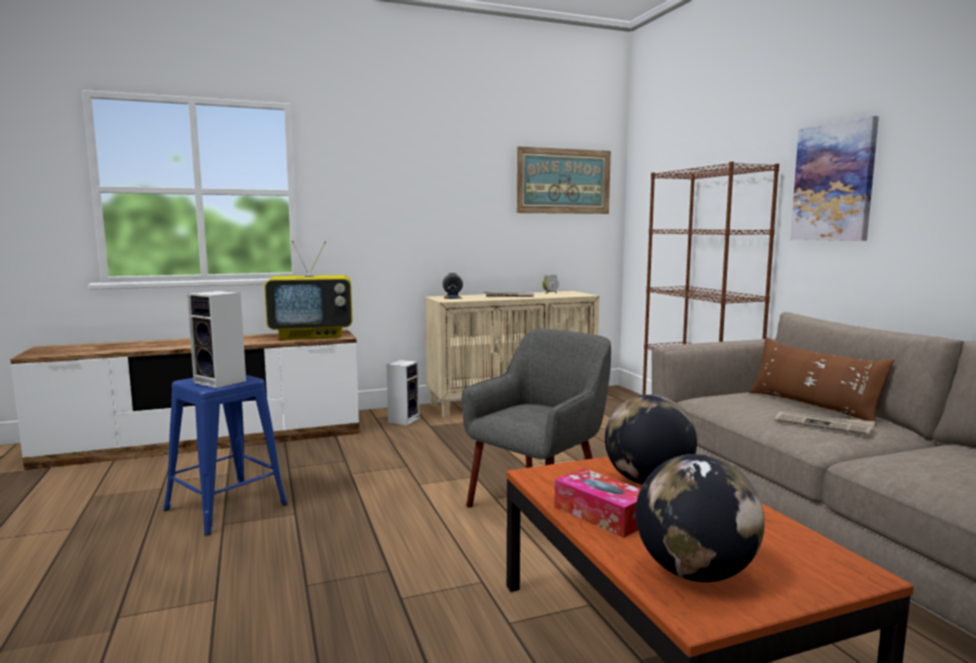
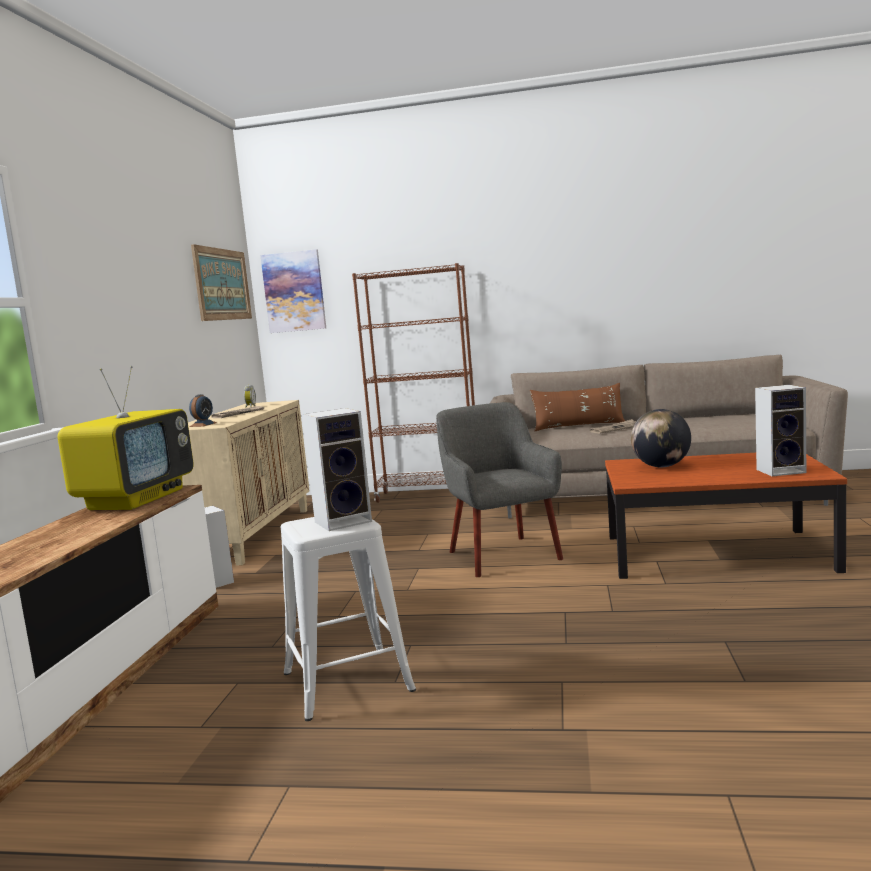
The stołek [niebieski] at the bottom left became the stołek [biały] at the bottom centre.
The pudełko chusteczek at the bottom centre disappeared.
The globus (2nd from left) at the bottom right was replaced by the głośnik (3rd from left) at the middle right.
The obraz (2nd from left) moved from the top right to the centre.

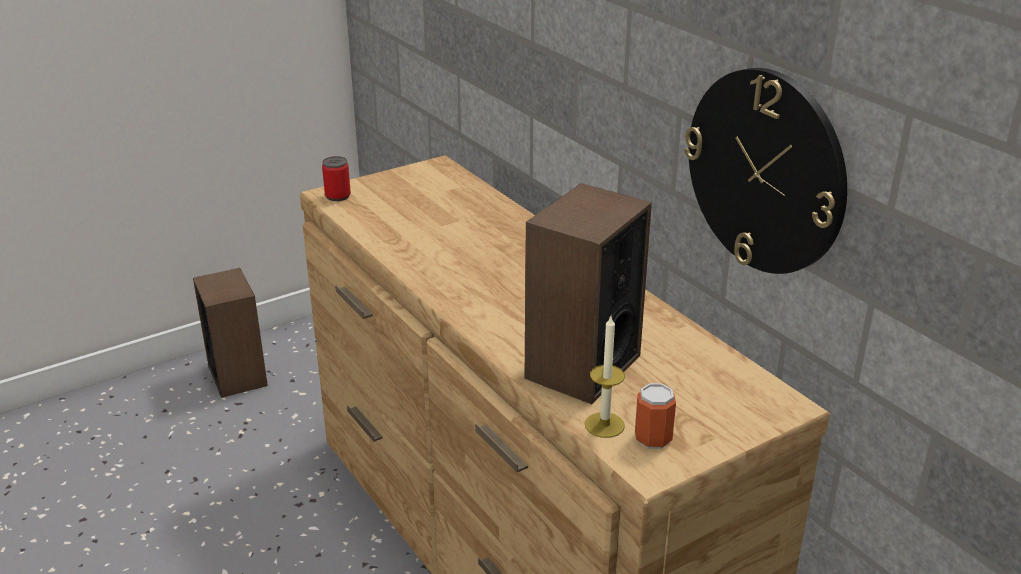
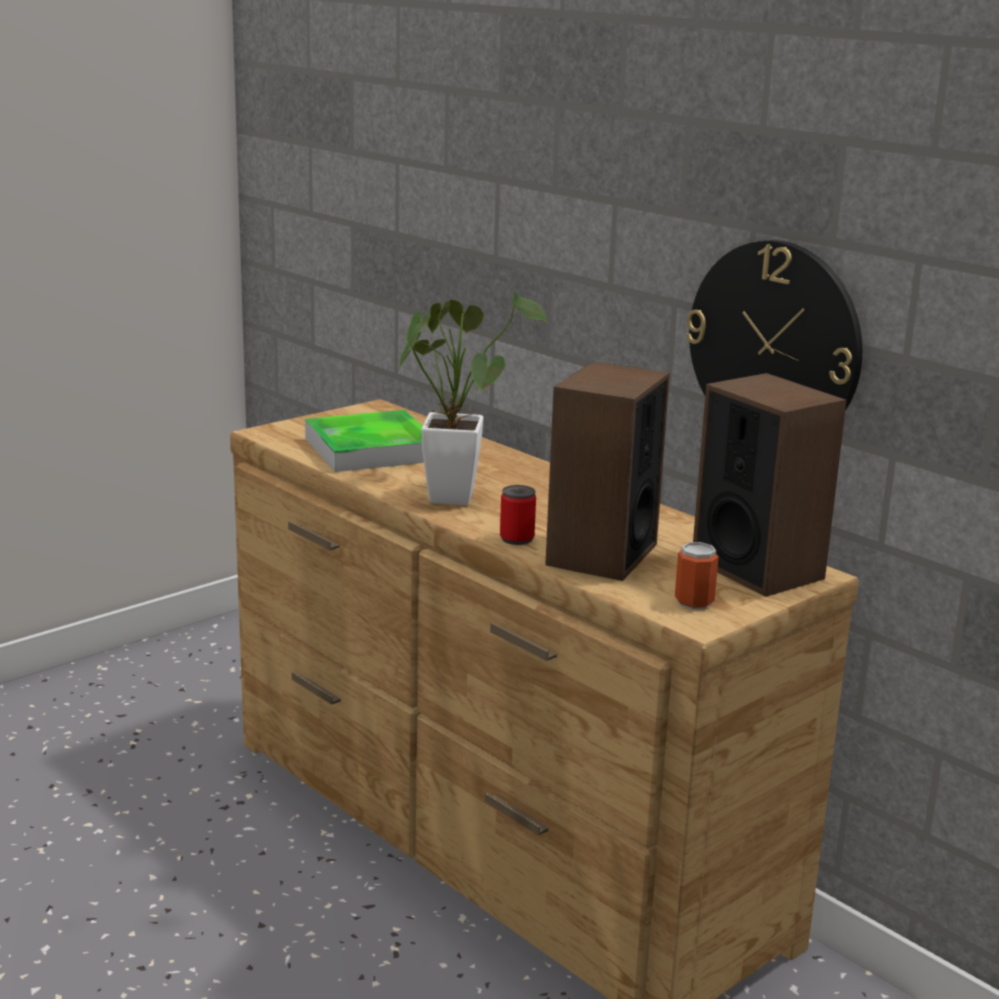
The głośnik (1st from left in the first image) moved from the middle left to the middle right.
The puszka (1st from left) moved from the top left to the centre.
The świeca at the centre disappeared.
The taca at the centre appeared.
The roślina doniczkowa at the centre appeared.

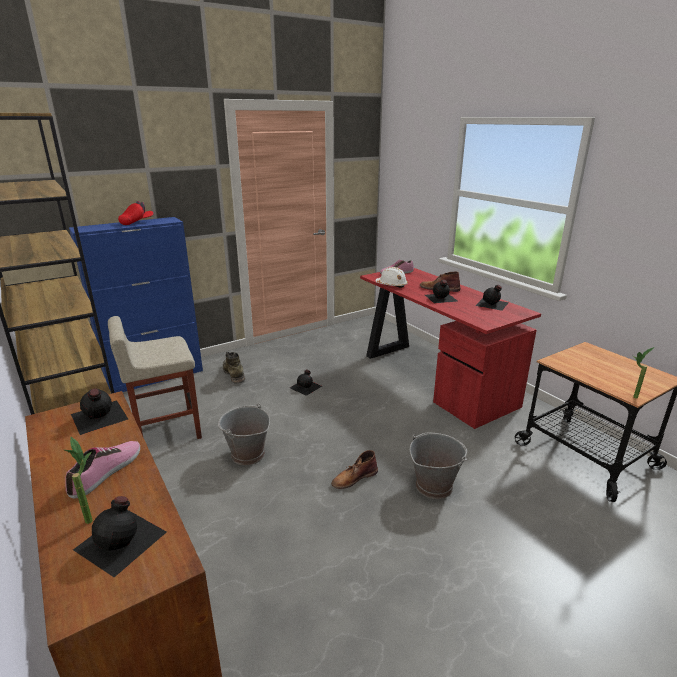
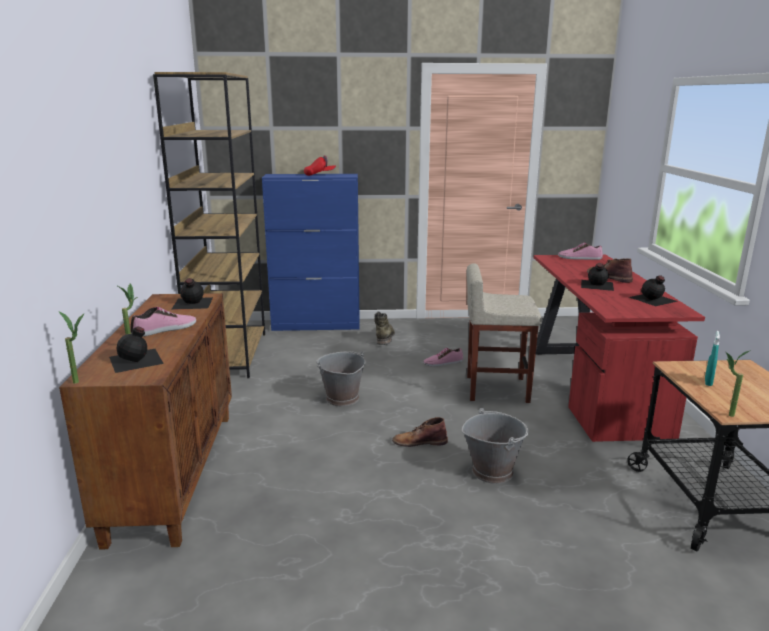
The stołek [beżowy] moved from the middle left to the centre.
The butelka [czarny] (3rd from left) at the centre was replaced by the but (2nd from left) at the centre.
The kask [biały] at the centre disappeared.
The roślina doniczkowa (1st from left) at the middle left appeared.
The spryskiwacz [turkusowy] at the middle right appeared.

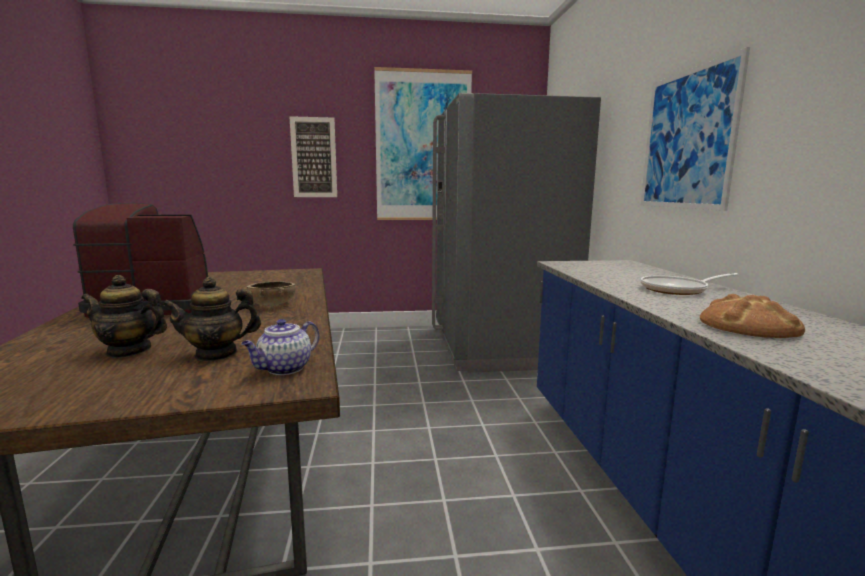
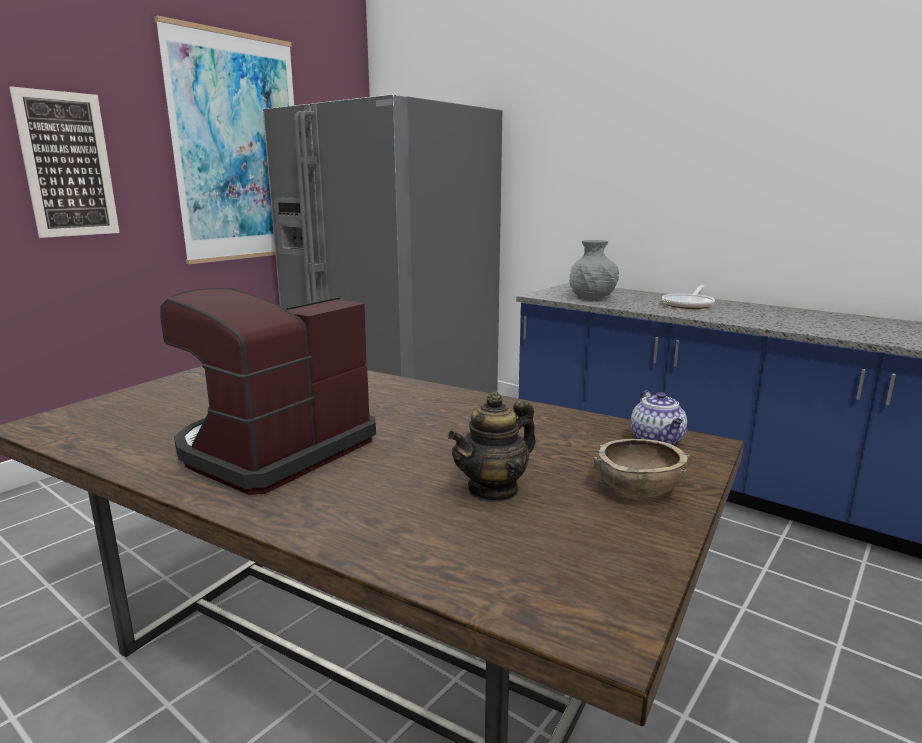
The imbryk (2nd from left) at the middle left disappeared.
The miska [brązowy] moved from the middle left to the middle right.
The obraz (3rd from left) at the top right disappeared.
The chleb at the middle right disappeared.
The wazon [szary] at the centre appeared.

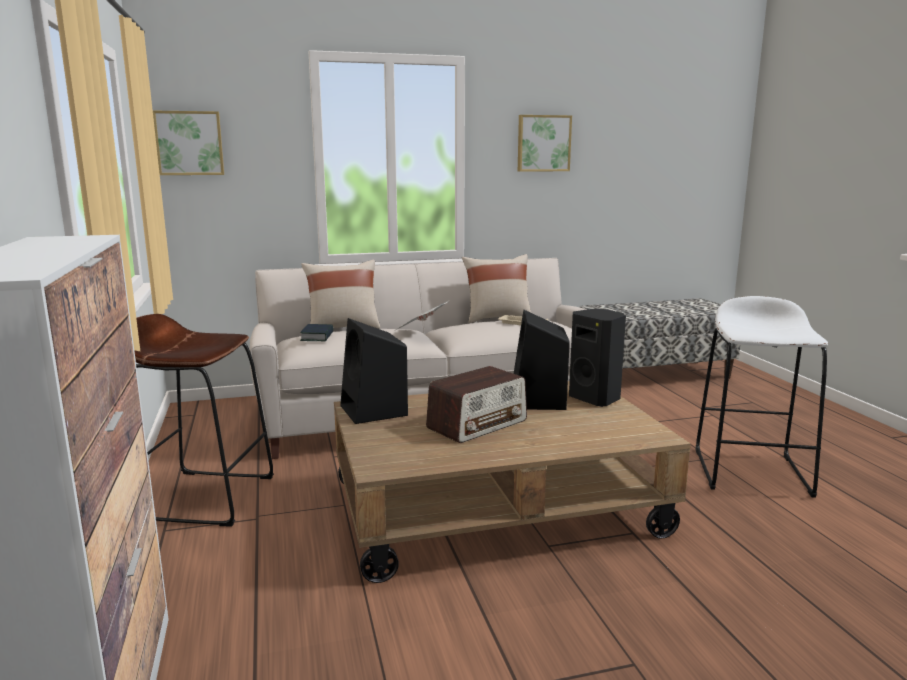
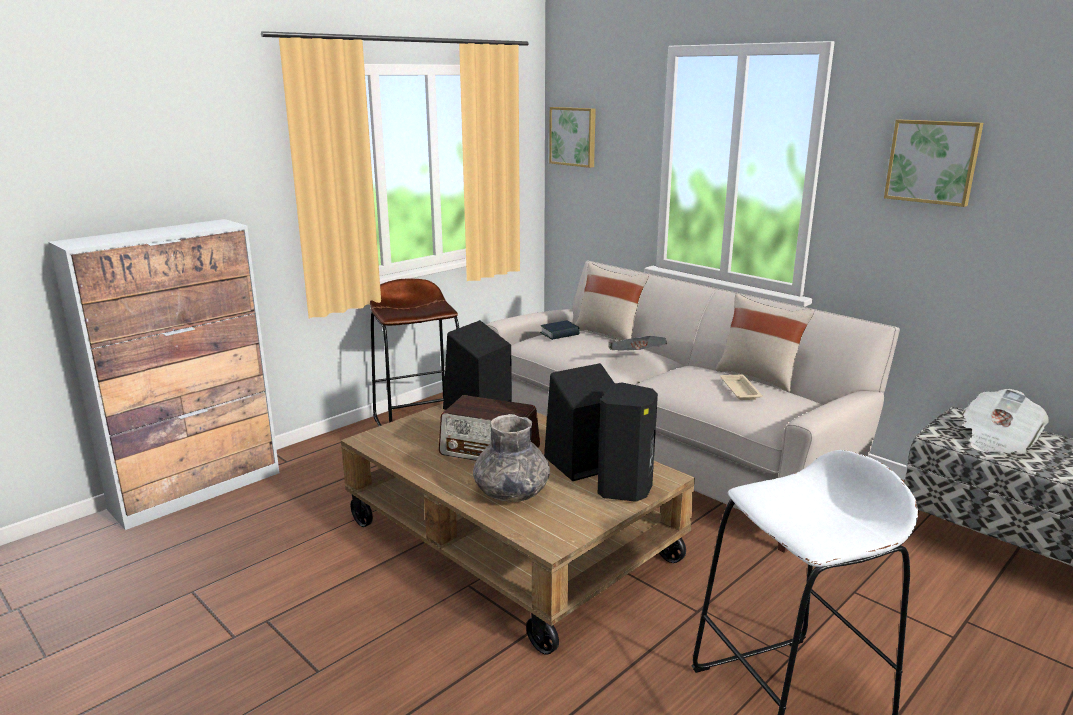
The wazon [szary] at the centre appeared.
The gazeta (2nd from left) at the middle right appeared.

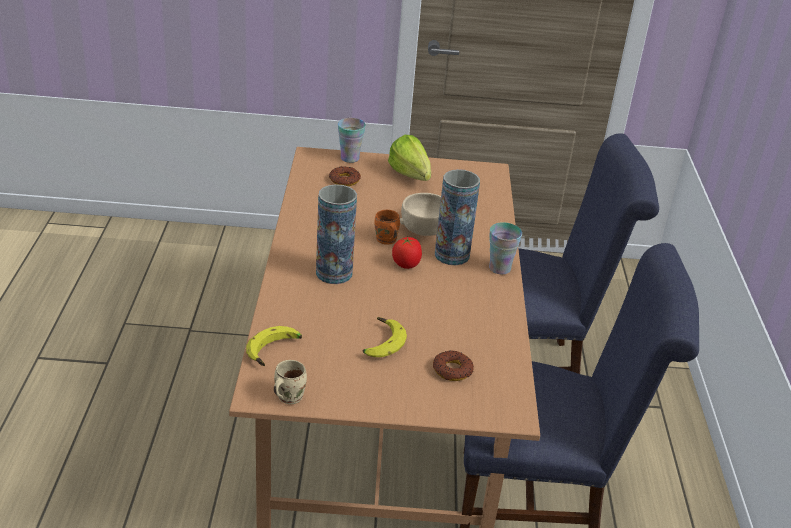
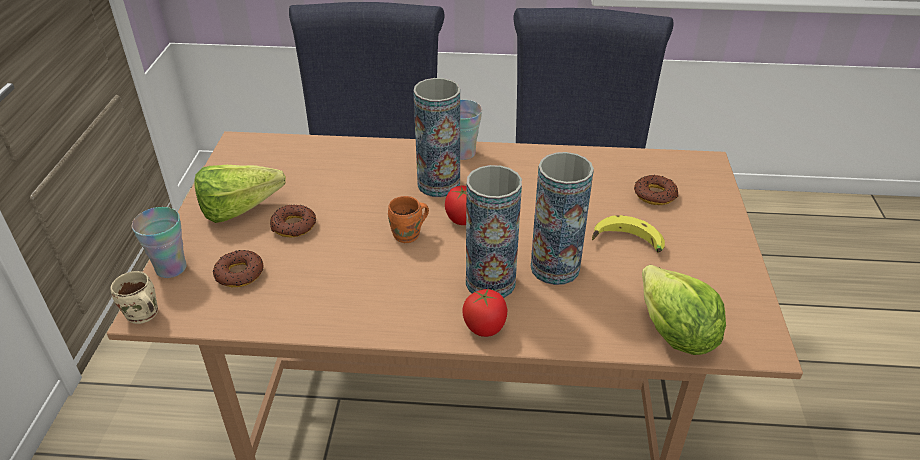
The banan (1st from left) at the centre was replaced by the sałata (2nd from left) at the bottom right.
The kubek [beżowy] moved from the bottom centre to the middle left.
The miska [beżowy] at the centre disappeared.
The donut (2nd from left) at the middle left appeared.
The pomidor (2nd from left) at the bottom centre appeared.
The wazon (3rd from left) at the centre appeared.

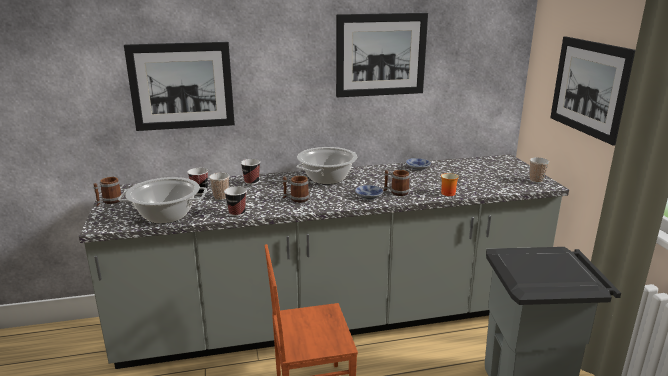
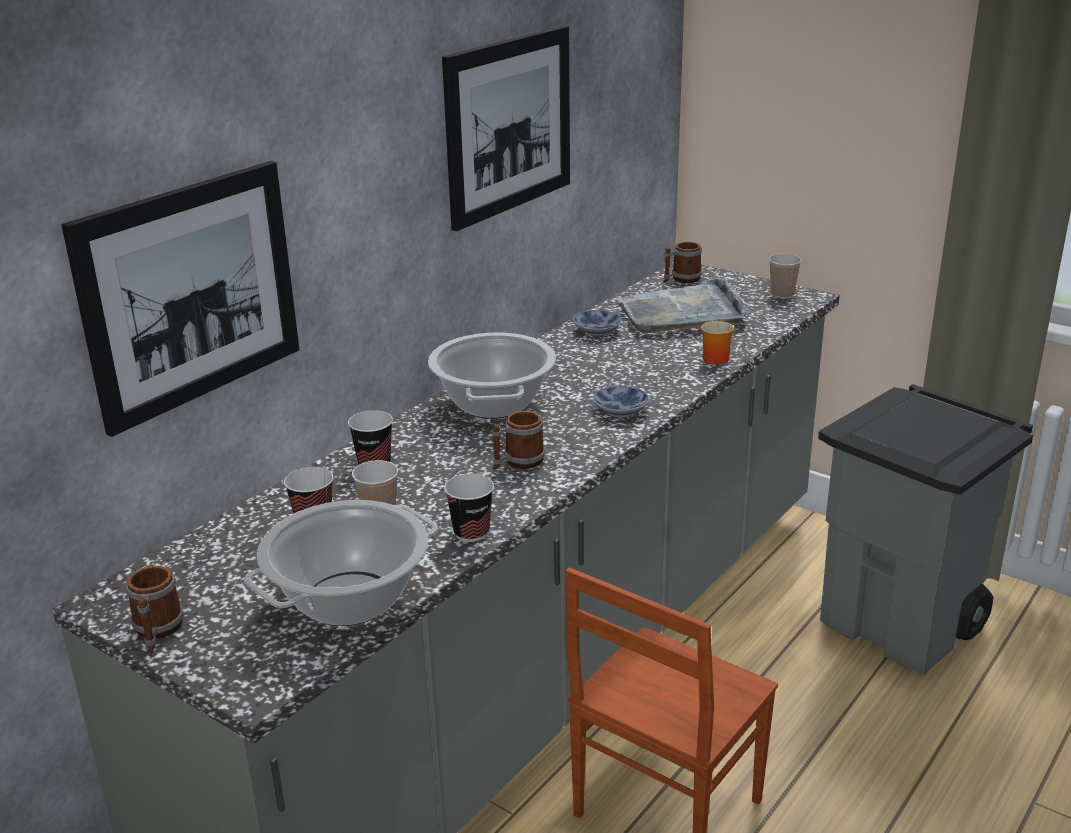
The kubek (3rd from left) moved from the centre to the top centre.
The obraz (3rd from left) at the top right disappeared.
The taca [szary] at the centre appeared.

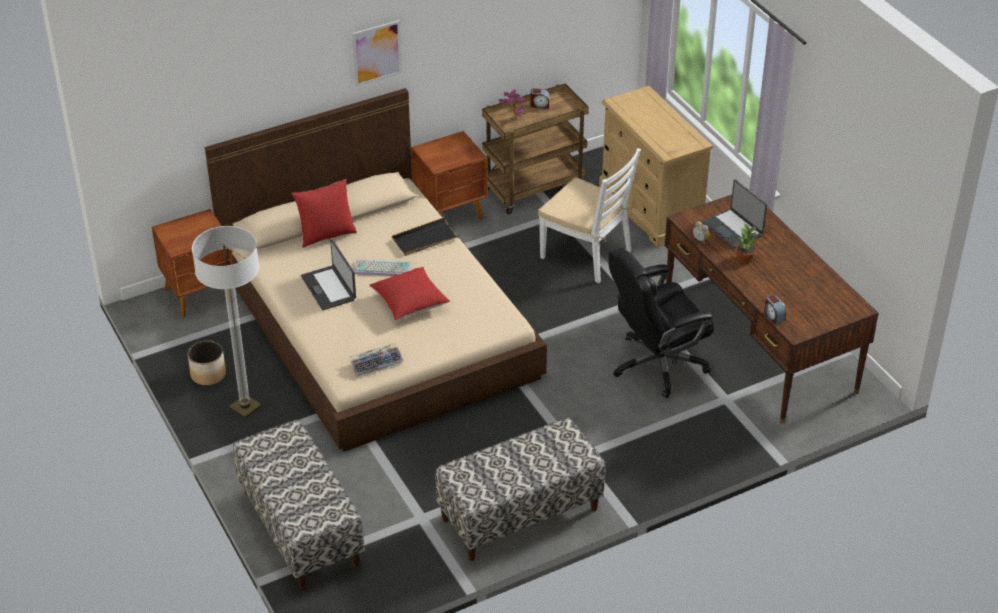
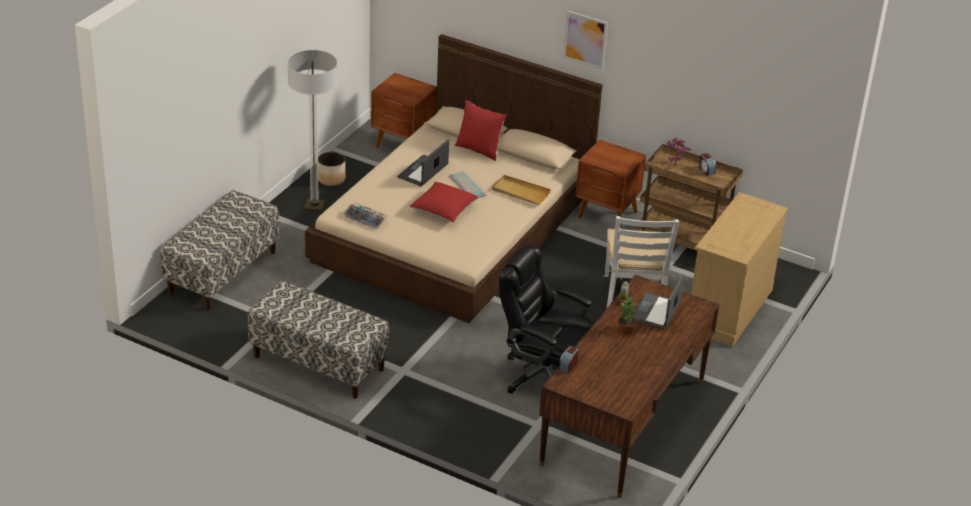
The taca [czarny] at the centre became the taca [beżowy] at the centre.

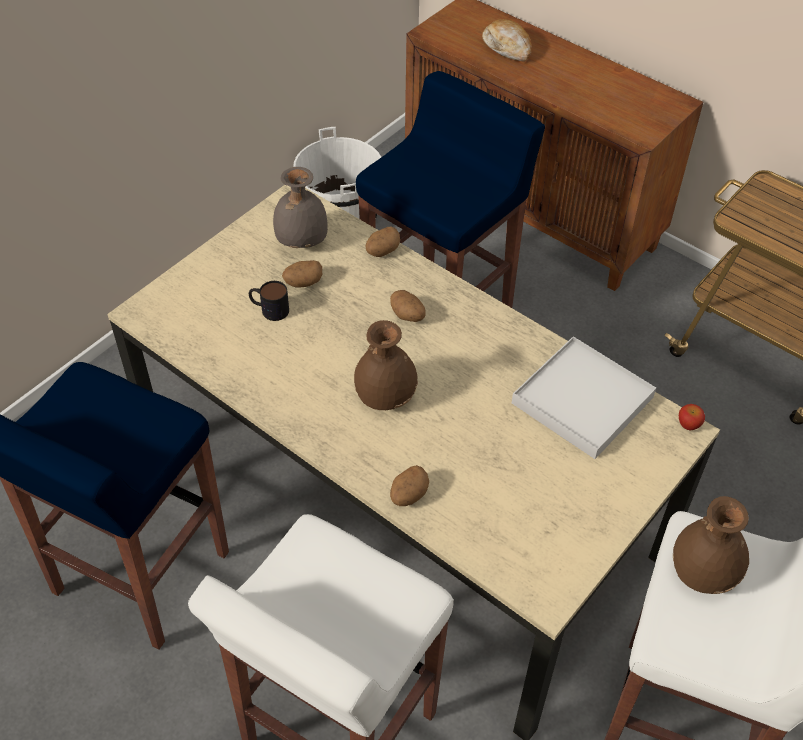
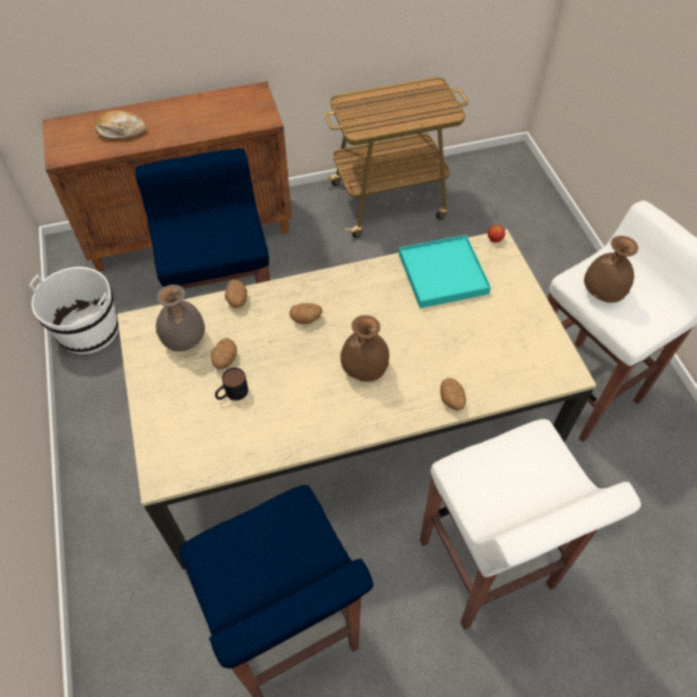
The taca [biały] at the middle right became the taca [turkusowy] at the centre.

